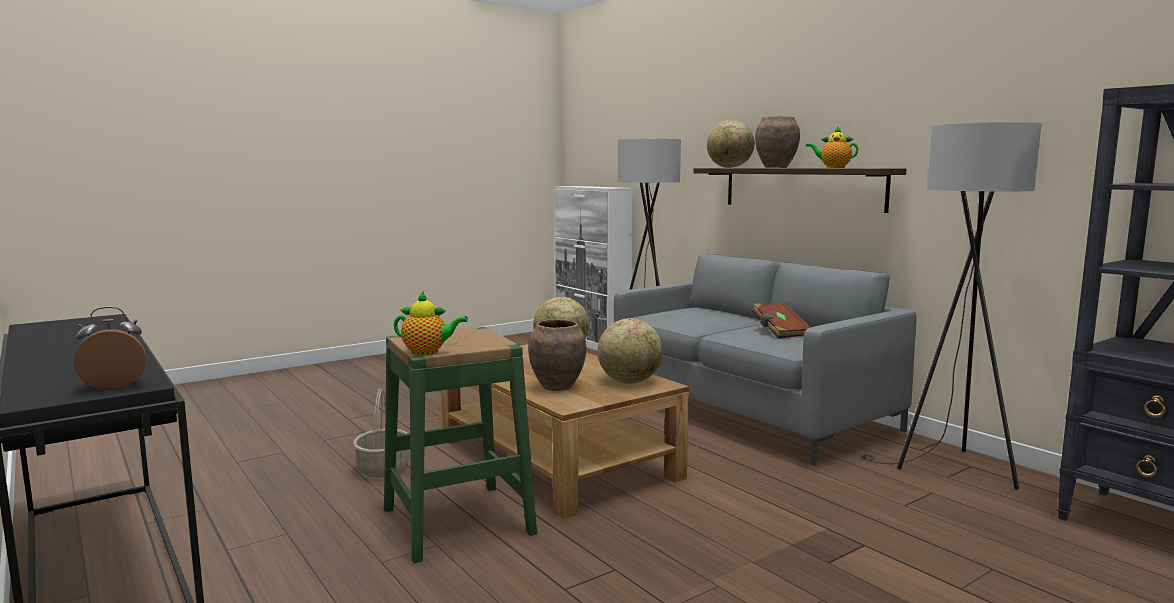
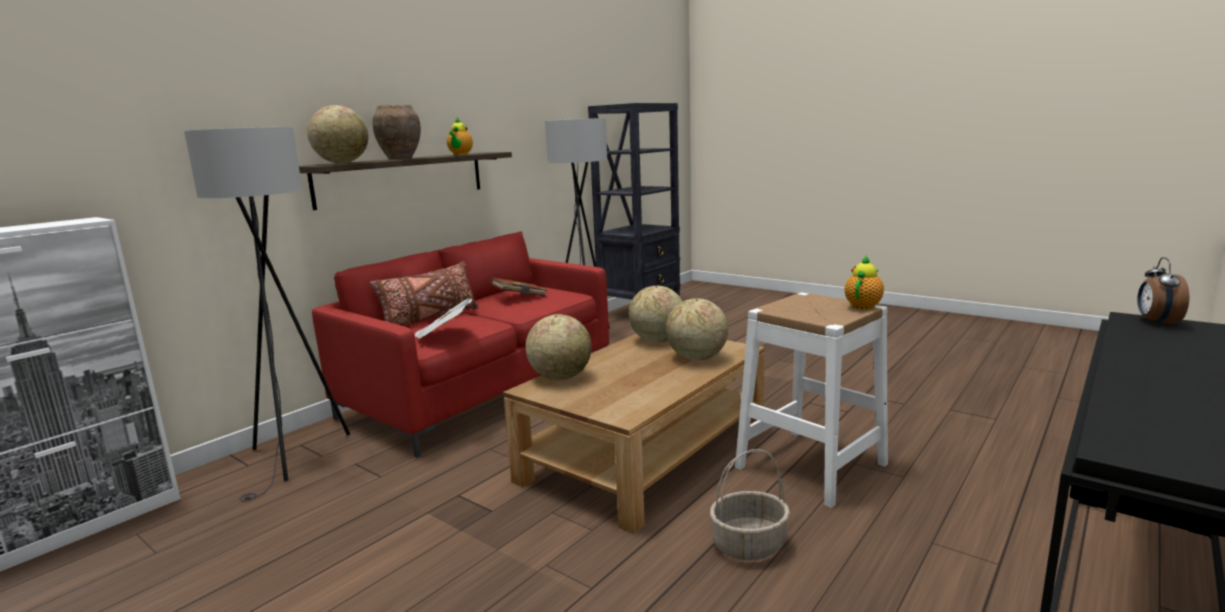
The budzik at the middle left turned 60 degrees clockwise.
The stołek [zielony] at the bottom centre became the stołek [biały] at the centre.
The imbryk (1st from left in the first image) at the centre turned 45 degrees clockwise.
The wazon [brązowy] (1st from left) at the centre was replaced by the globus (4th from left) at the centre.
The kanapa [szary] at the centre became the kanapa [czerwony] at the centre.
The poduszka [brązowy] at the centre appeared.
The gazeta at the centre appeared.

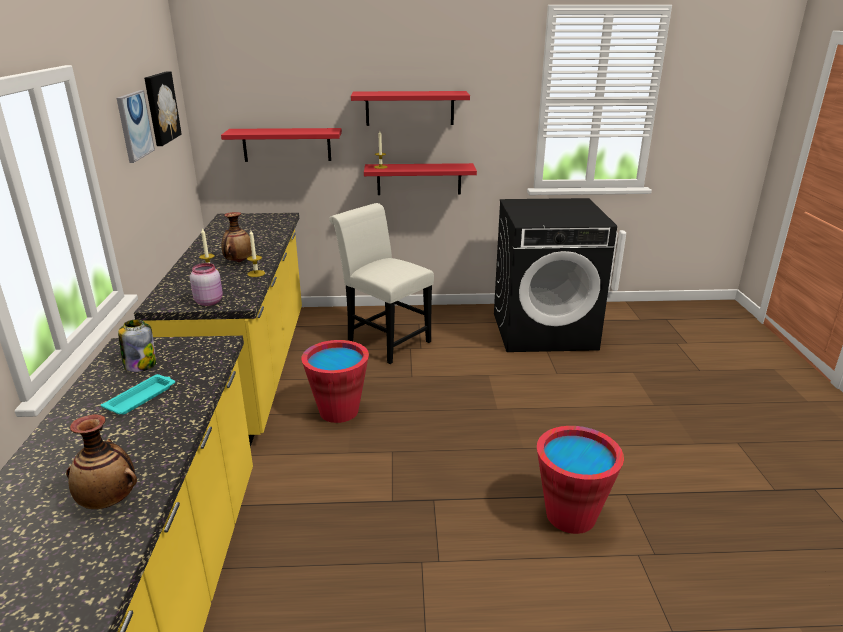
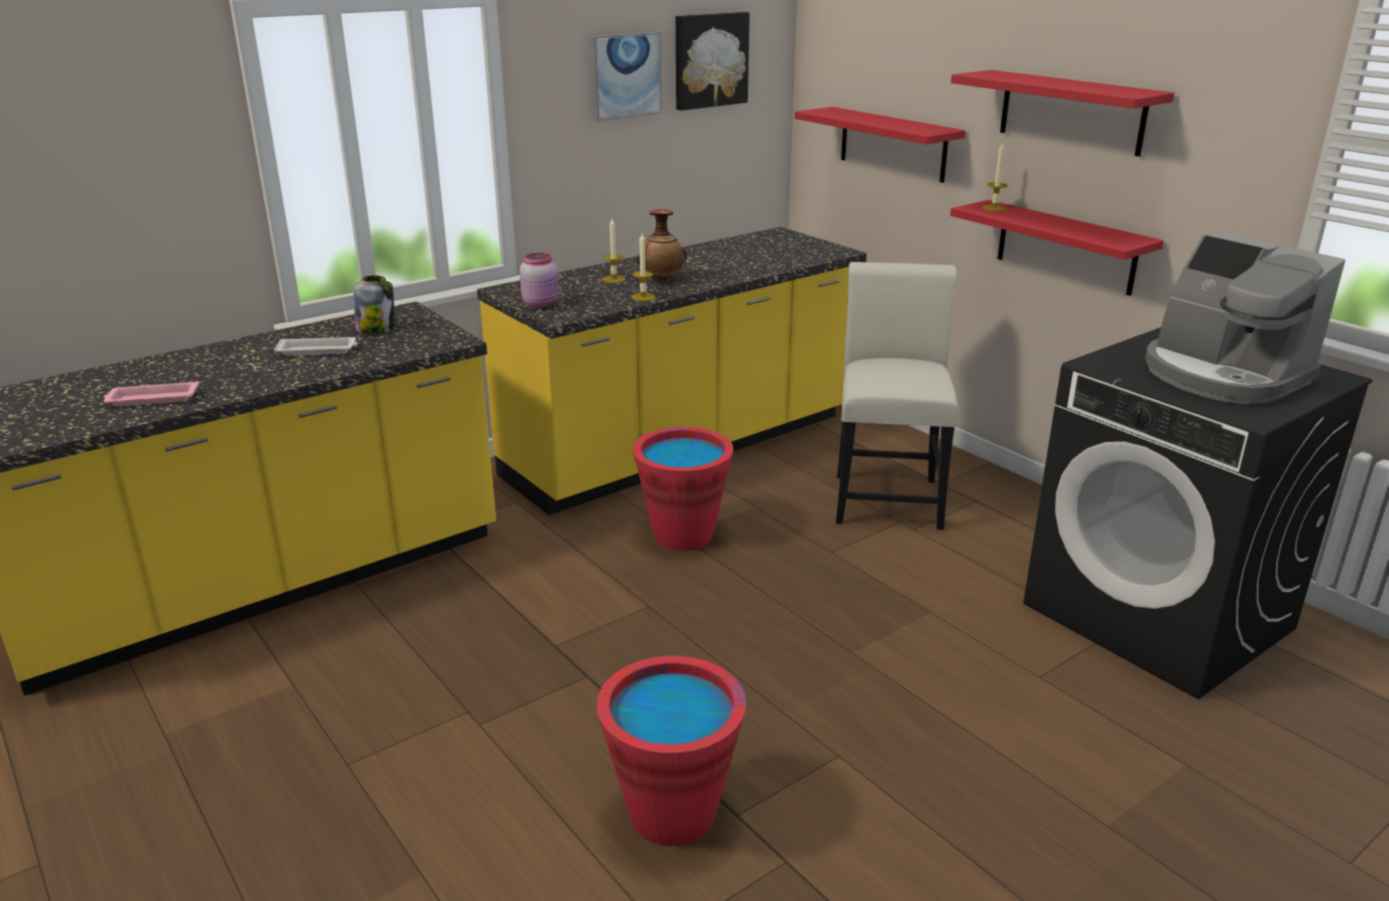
The wazon (1st from left) at the bottom left was replaced by the taca [różowy] at the middle left.
The taca [turkusowy] at the middle left became the taca [biały] at the middle left.
The ekspres do kawy at the middle right appeared.

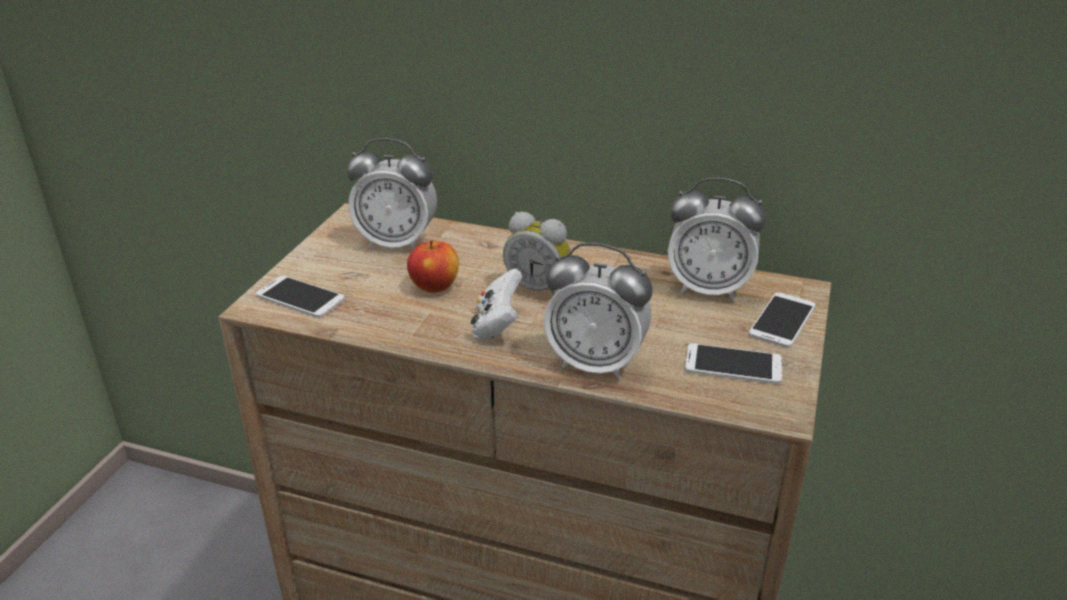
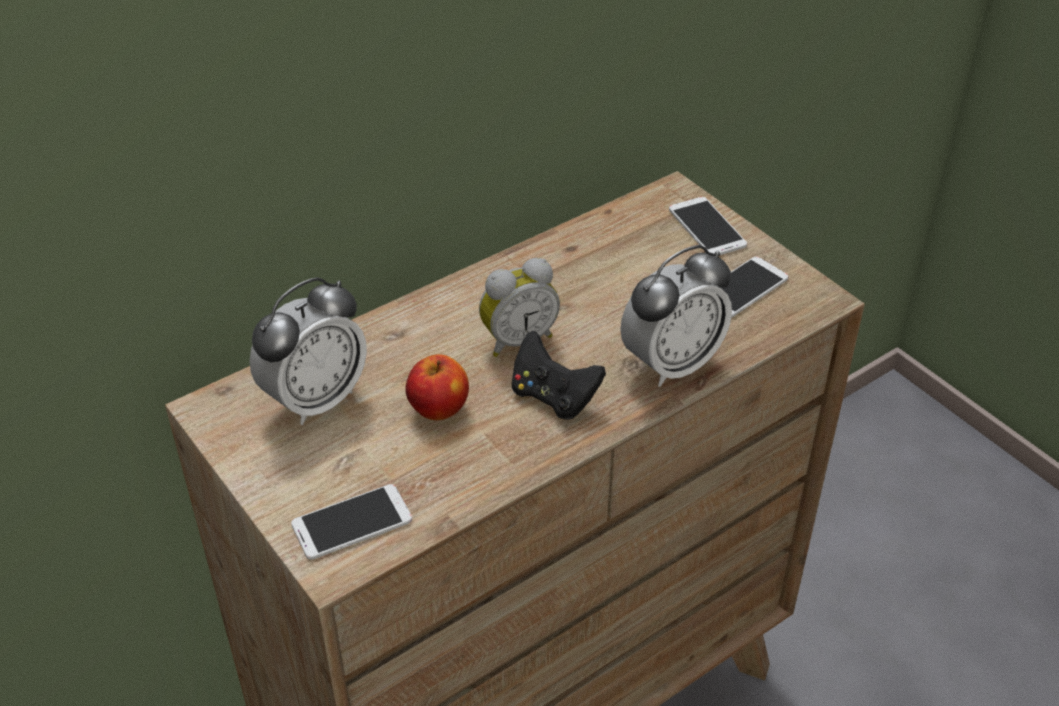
The pad do gier [biały] at the centre became the pad do gier [czarny] at the centre.
The budzik (4th from left) at the middle right disappeared.

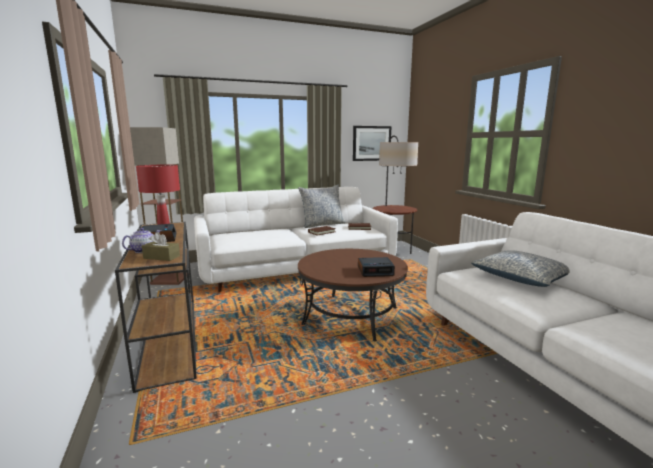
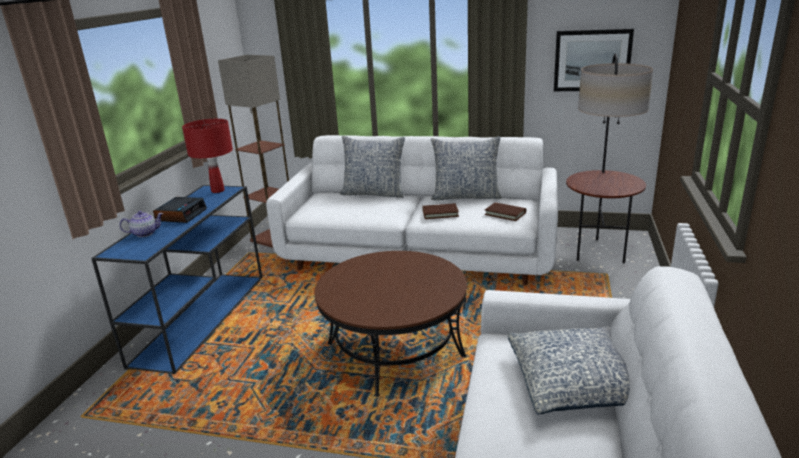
The stolik konsolowy [brązowy] at the middle left became the stolik konsolowy [niebieski] at the middle left.
The pudełko chusteczek [brązowy] at the middle left disappeared.
The budzik (2nd from left) at the centre disappeared.
The poduszka (1st from left) at the centre appeared.

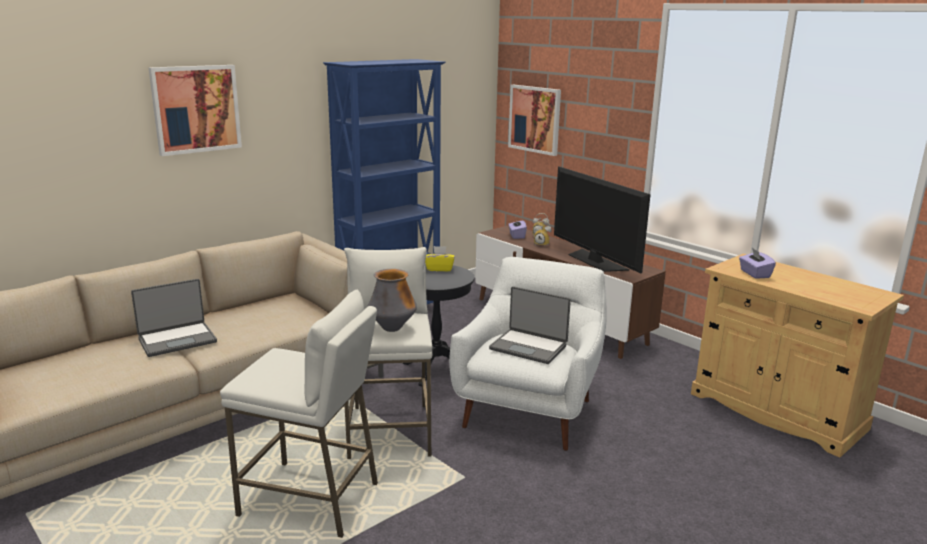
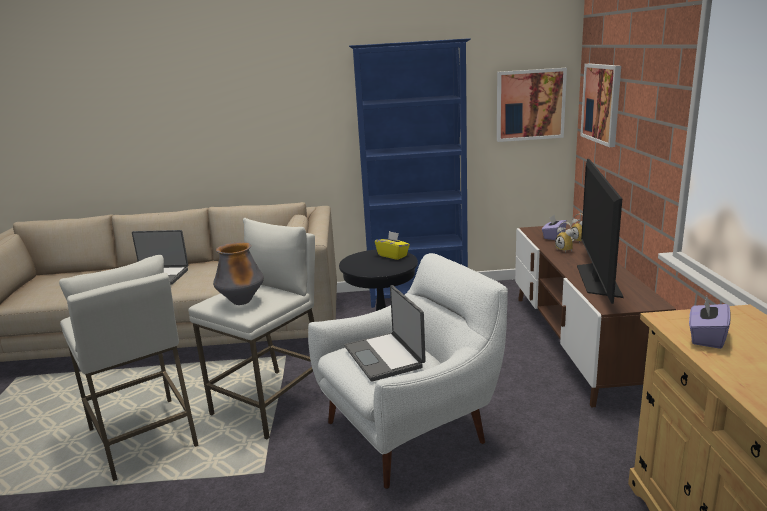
The obraz (1st from left) moved from the top left to the top right.

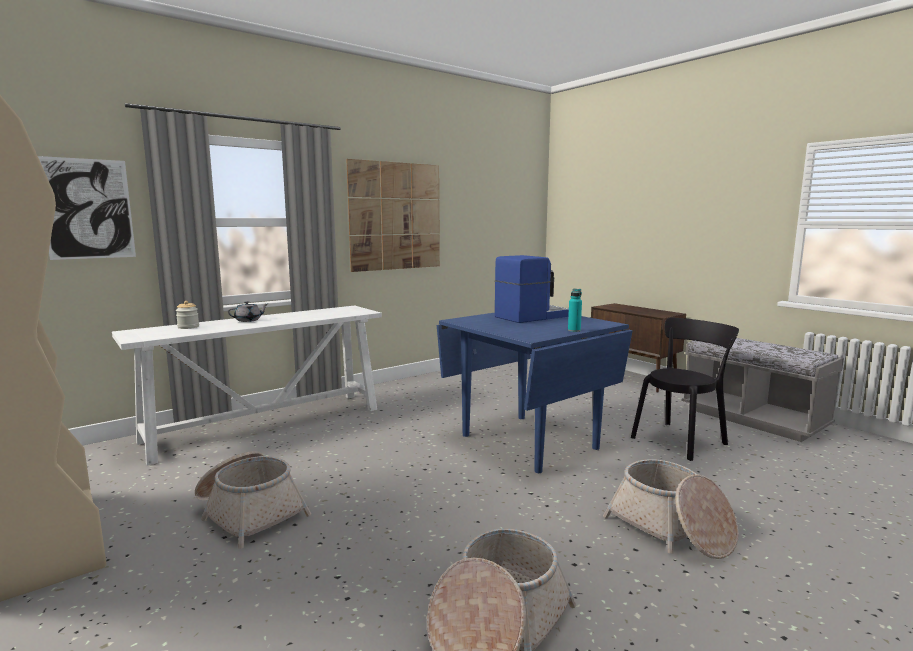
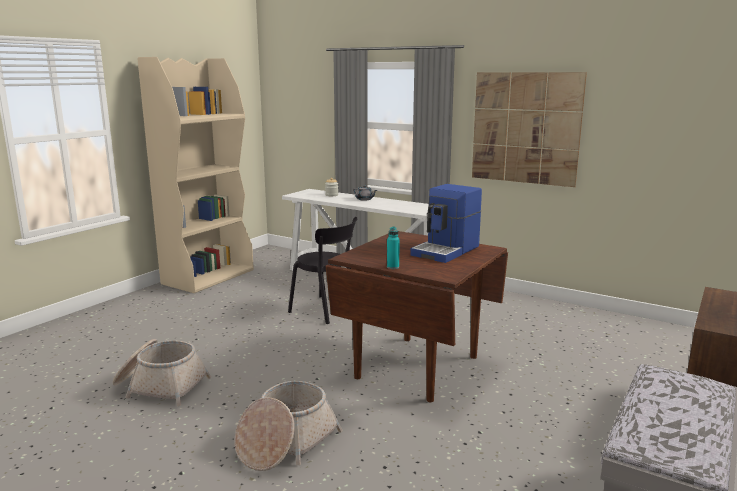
The obraz (1st from left) at the top left disappeared.
The koszyk (1st from left) at the bottom left disappeared.
The stół jadalny [niebieski] at the centre became the stół jadalny [brązowy] at the centre.
The ekspres do kawy at the centre turned 90 degrees clockwise.
The krzesło [czarny] moved from the middle right to the centre.

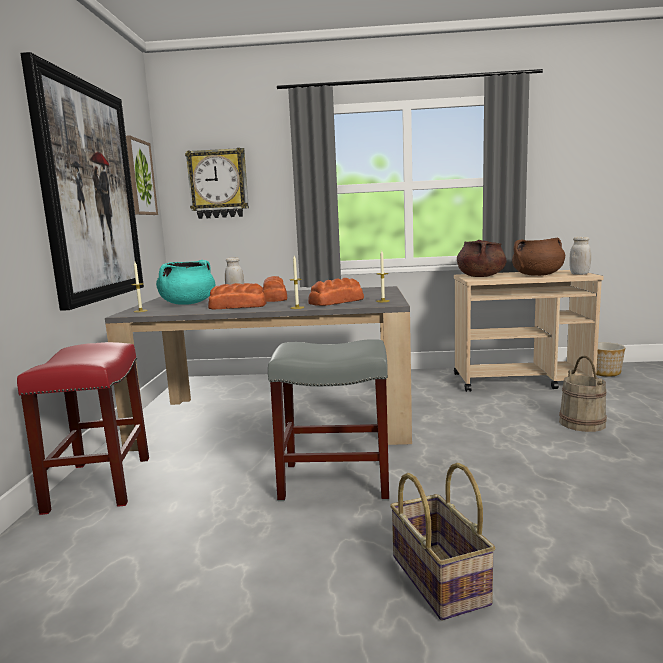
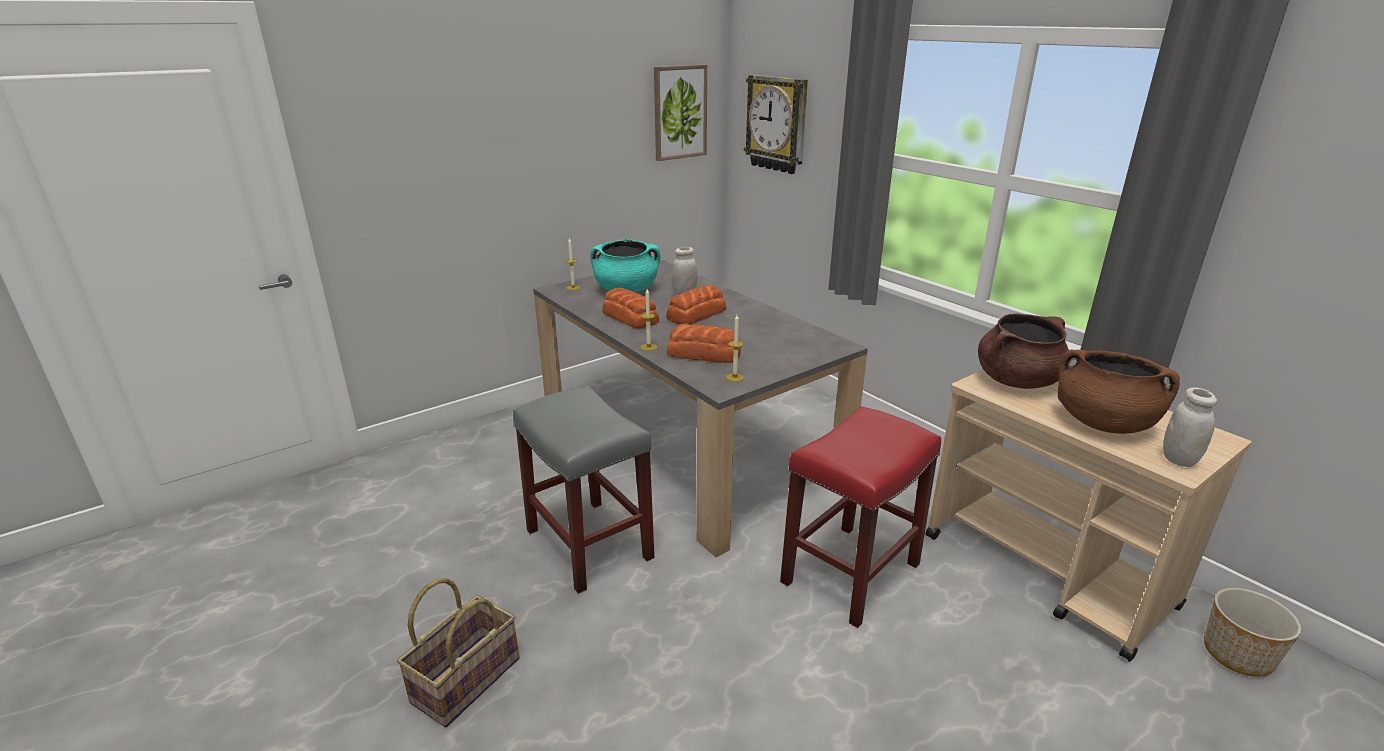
The stołek [czerwony] moved from the middle left to the bottom centre.
The obraz (1st from left) at the top left disappeared.
The wiadro [beżowy] at the middle right disappeared.

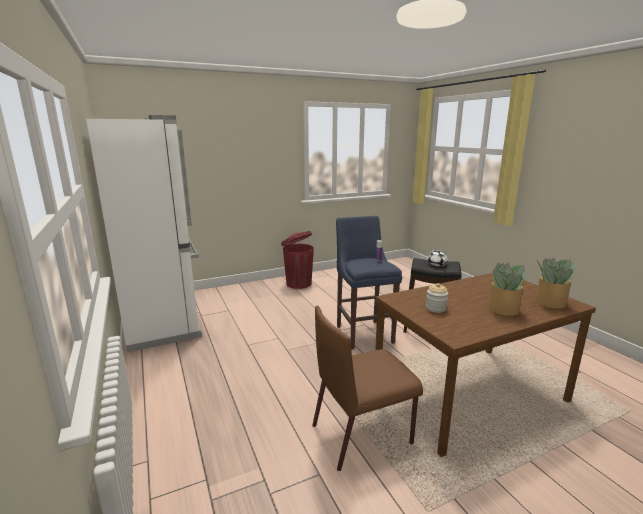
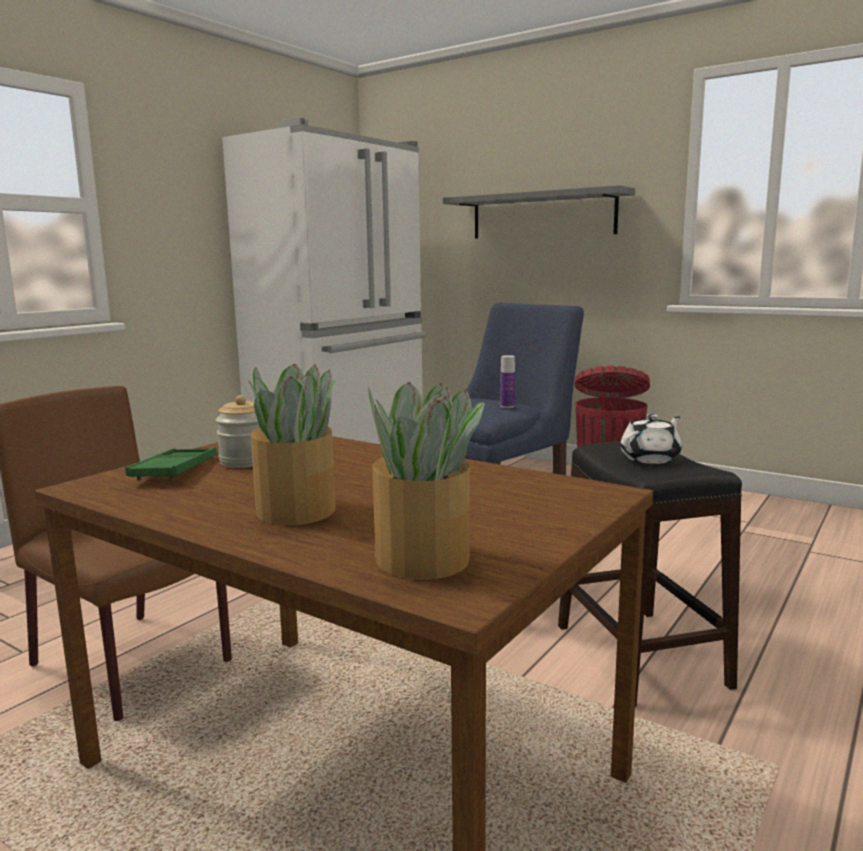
The taca [zielony] at the middle left appeared.
The półka [szary] at the top centre appeared.

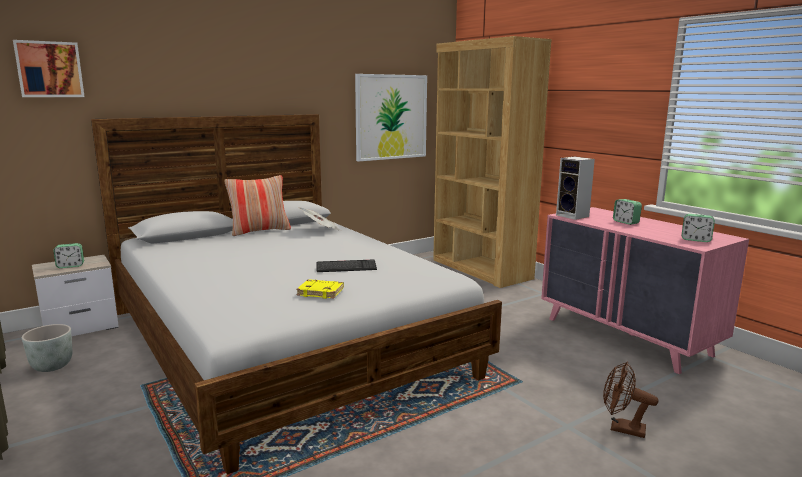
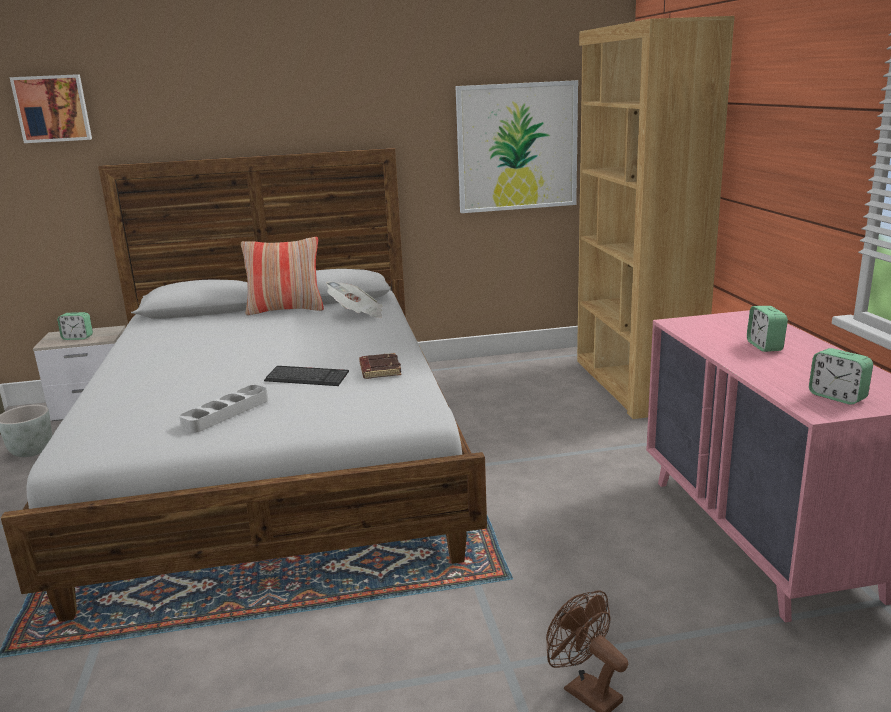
The książka [żółty] at the centre was replaced by the taca [szary] at the middle left.
The głośnik at the middle right disappeared.
The książka [brązowy] at the centre appeared.

